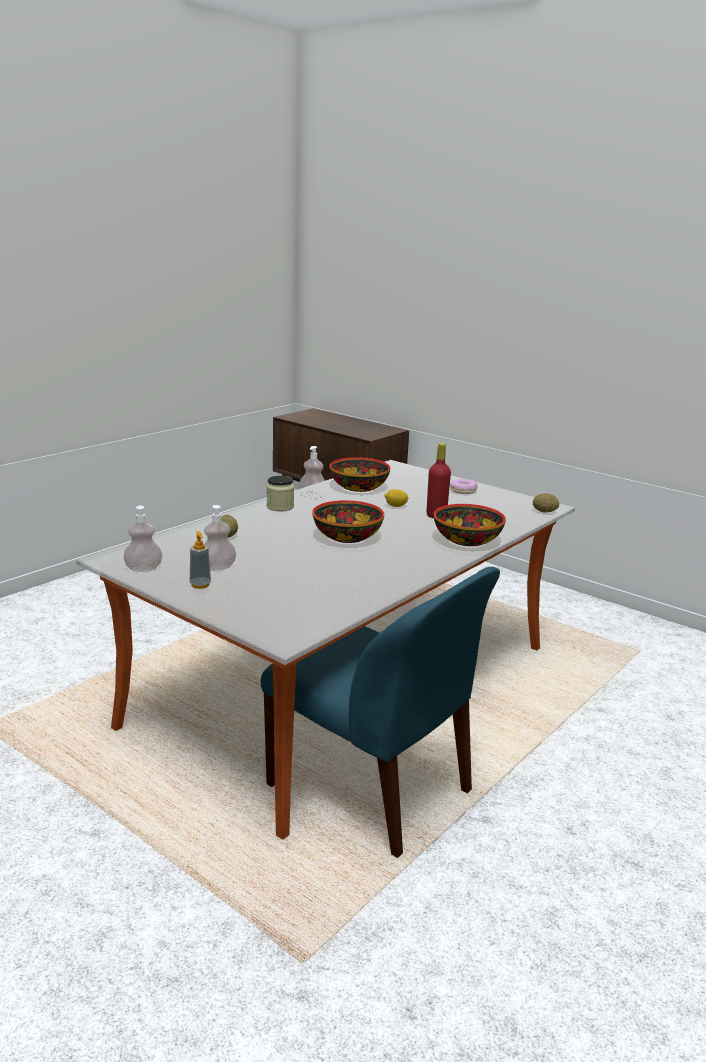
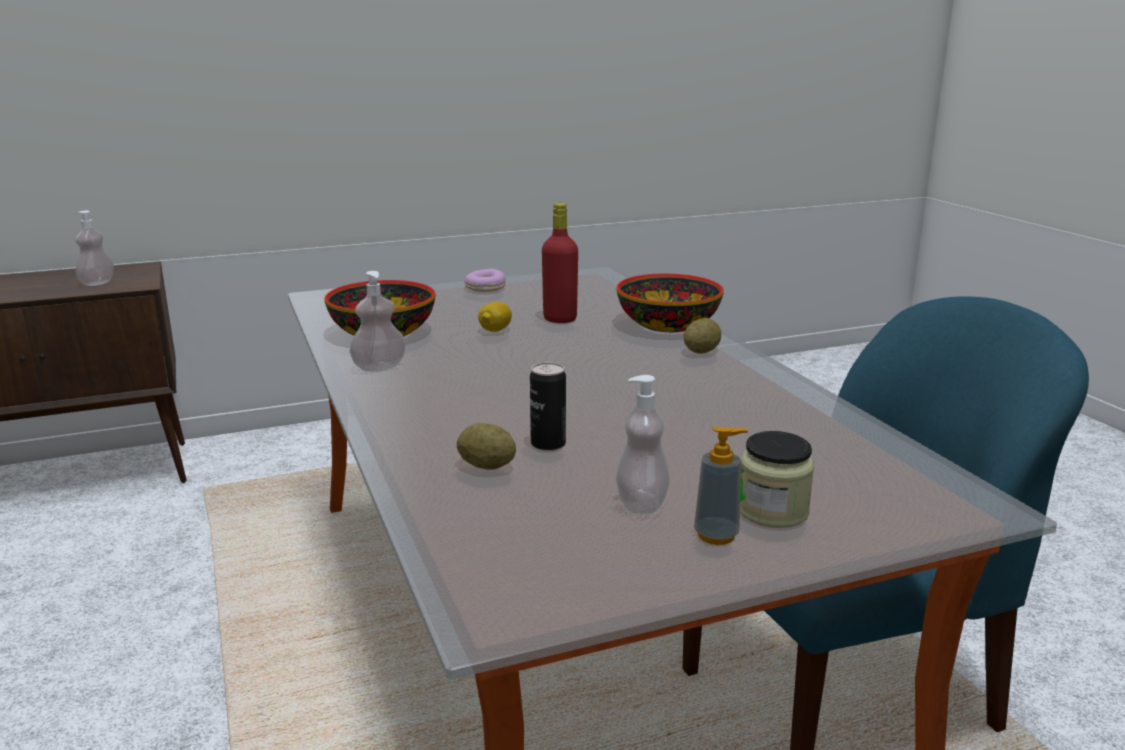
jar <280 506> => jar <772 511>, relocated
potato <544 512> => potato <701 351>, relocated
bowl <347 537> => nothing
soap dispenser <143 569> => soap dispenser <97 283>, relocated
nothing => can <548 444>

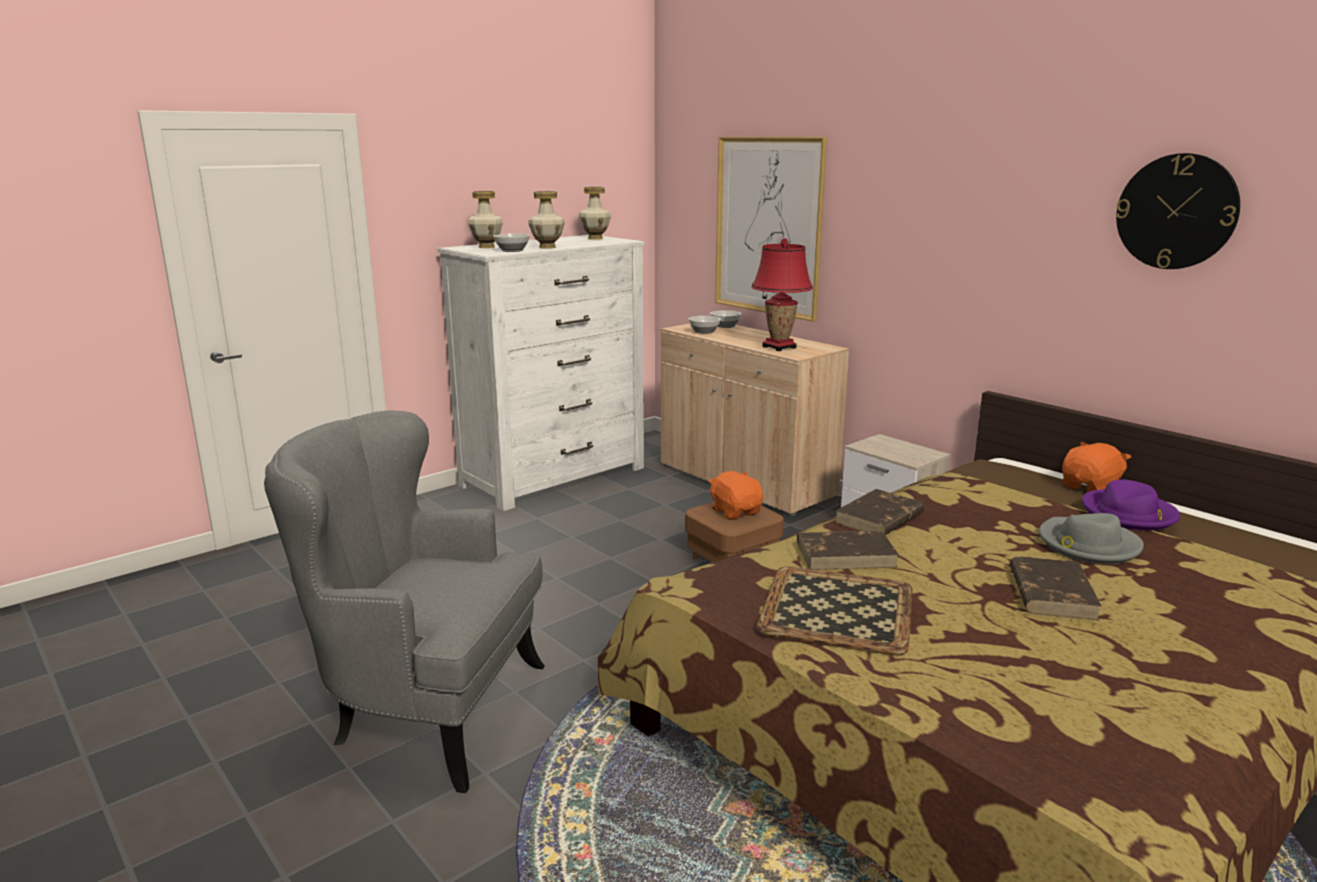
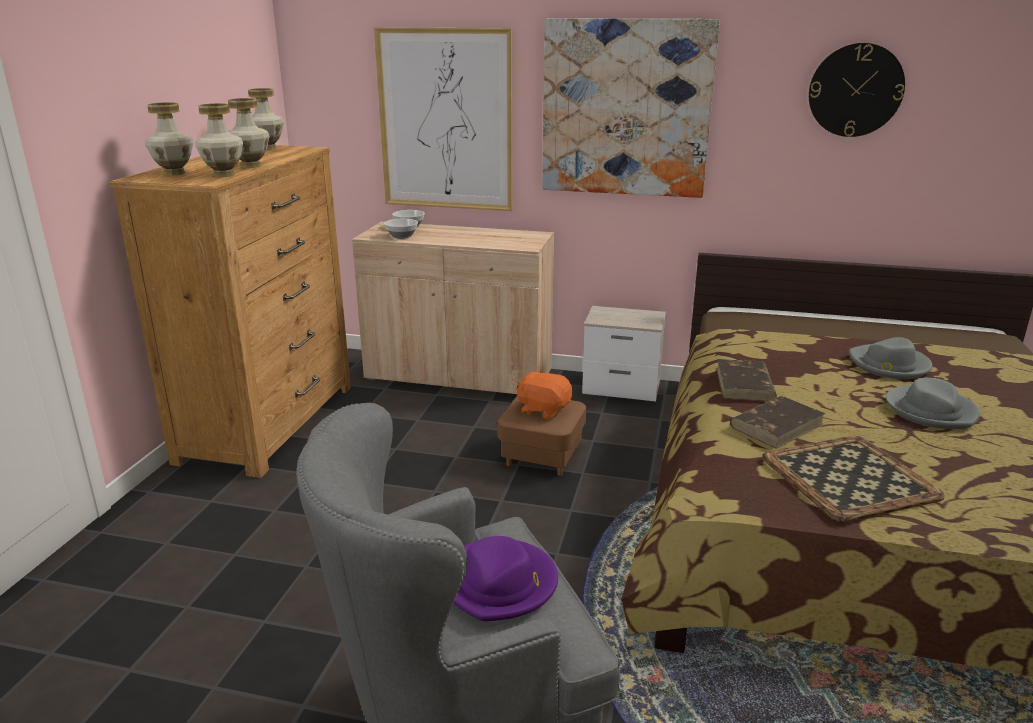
bowl <513 250> => vase <224 175>
dresser/white <554 477> => dresser/brown <269 422>
table lamp/red <779 347> => nothing
plush toy/orange <1091 488> => nothing
hat/purple <1129 514> => hat/purple <500 583>, relocated
book/brown <1051 592> => hat/grey <931 410>
nothing => picture <626 109>

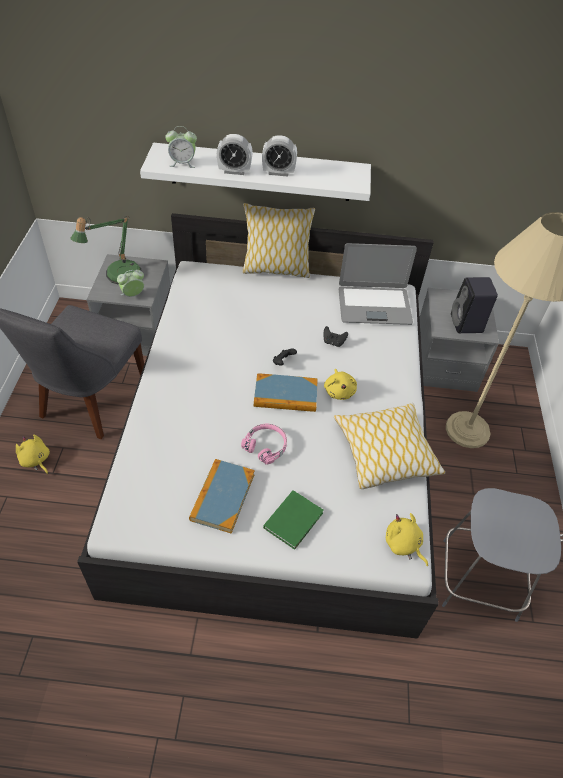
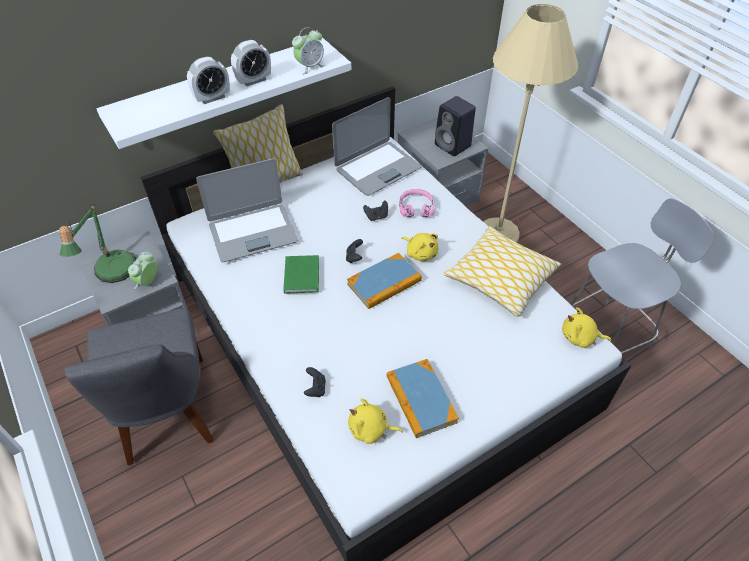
alarm clock <182 163> => alarm clock <310 67>, relocated
headphones/pink <266 446> => headphones/pink <416 207>, relocated
plush toy/yellow <36 460> => plush toy/yellow <371 429>, relocated
book/green <295 520> => book/green <302 274>, relocated
nothing => laptop <253 232>
nothing => game controller/black <315 388>

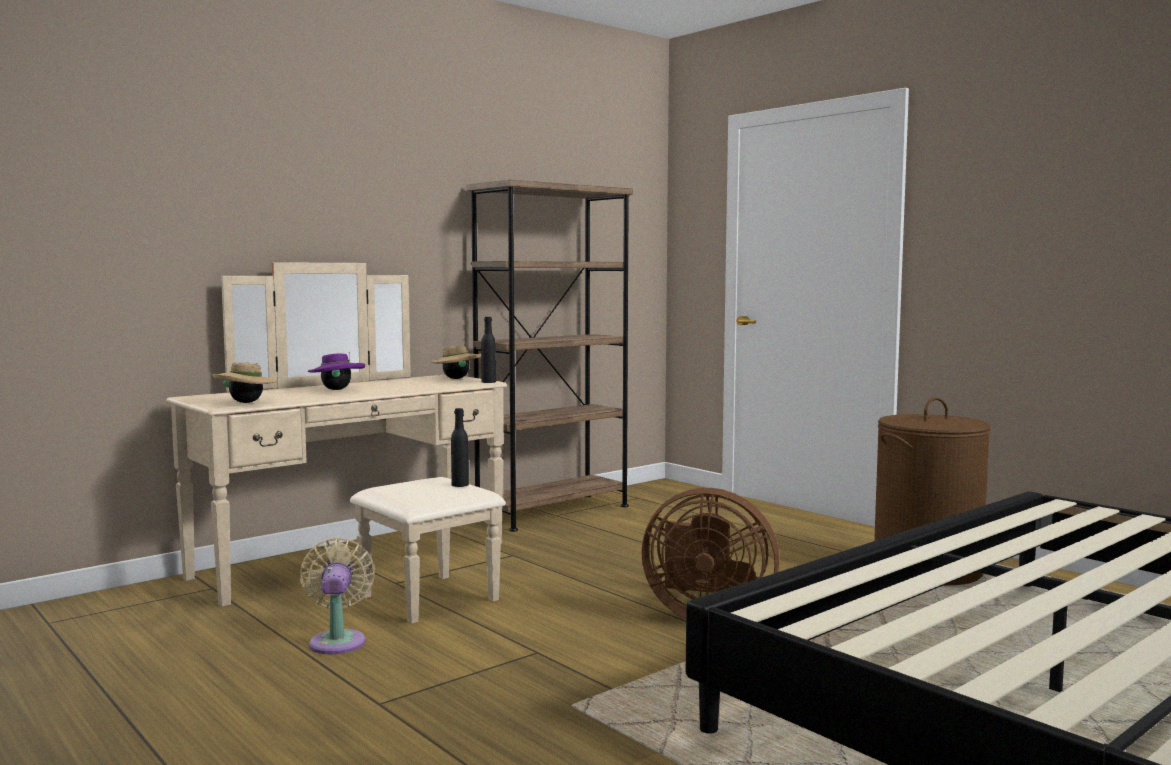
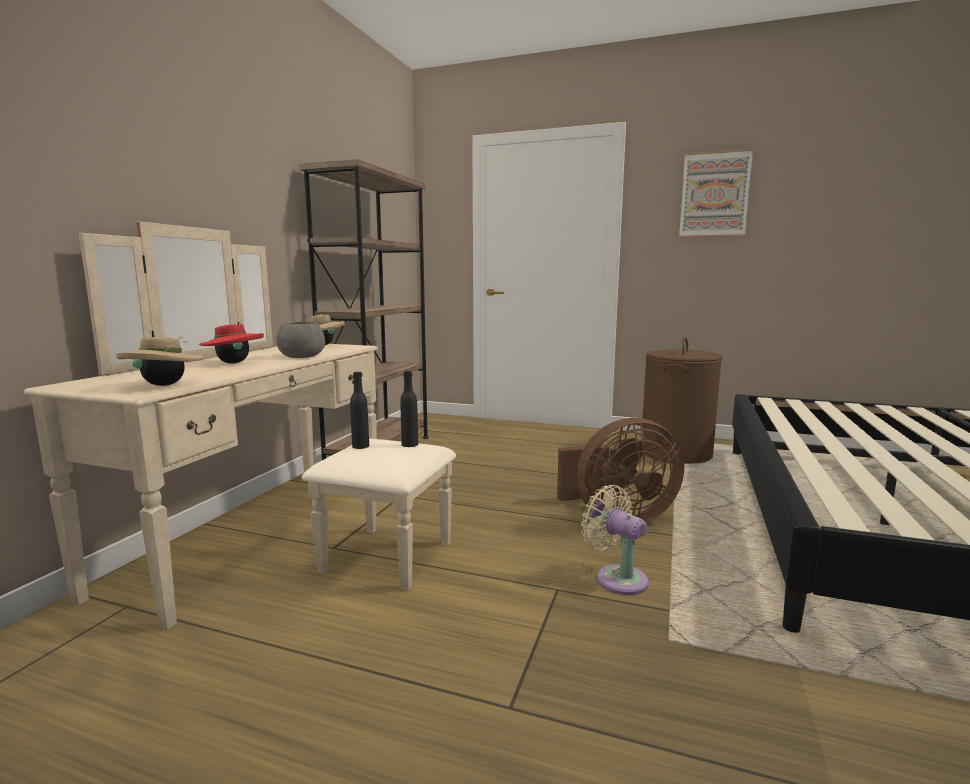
bottle/black <488 382> => bottle/black <360 446>, relocated
hat/purple <337 389> => hat/red <234 363>
fan/beige <338 640> => fan/beige <617 578>, relocated
nothing => picture <714 195>
nothing => bowl/grey <301 356>

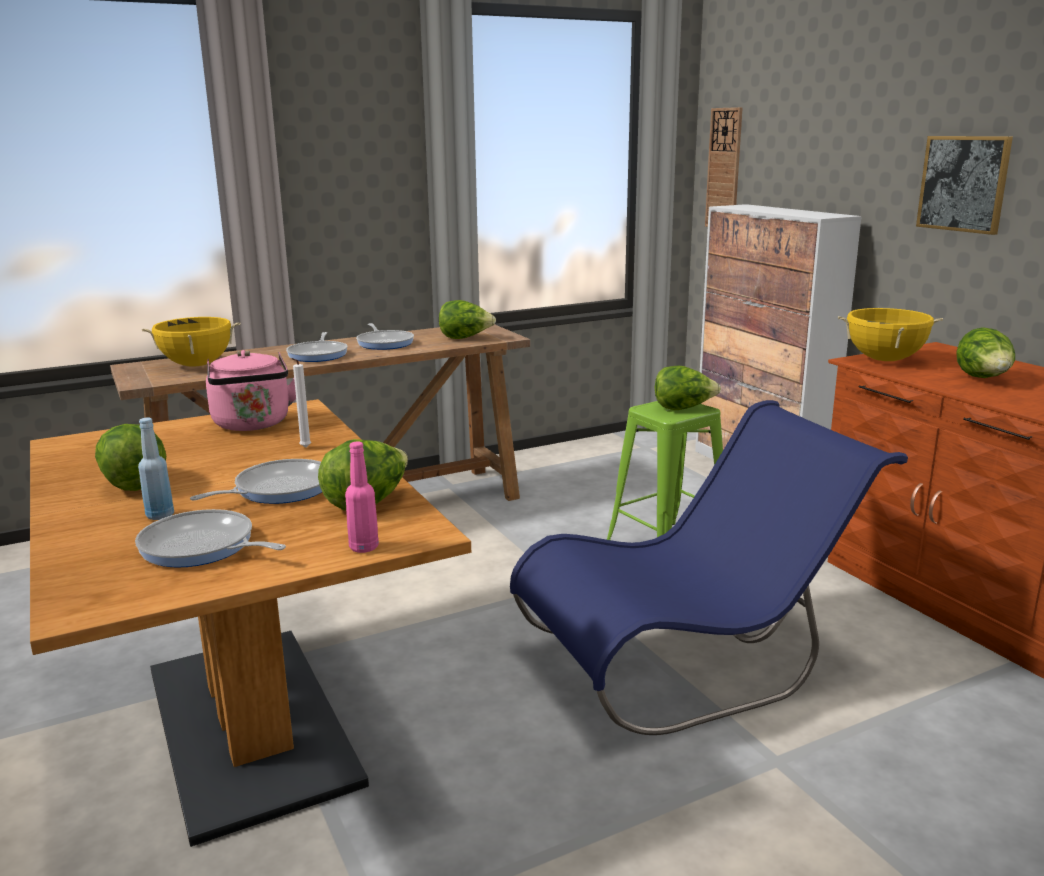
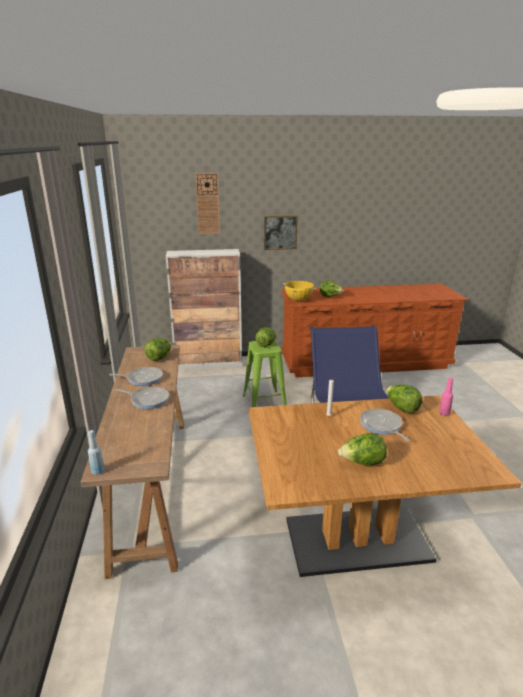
wall clock <724 169> => wall clock <208 204>, relocated
cooking pot/yellow <196 365> => nothing
kettle/pink <253 425> => nothing
bottle/blue <160 516> => bottle/blue <97 471>, relocated
frying pan <202 547> => nothing

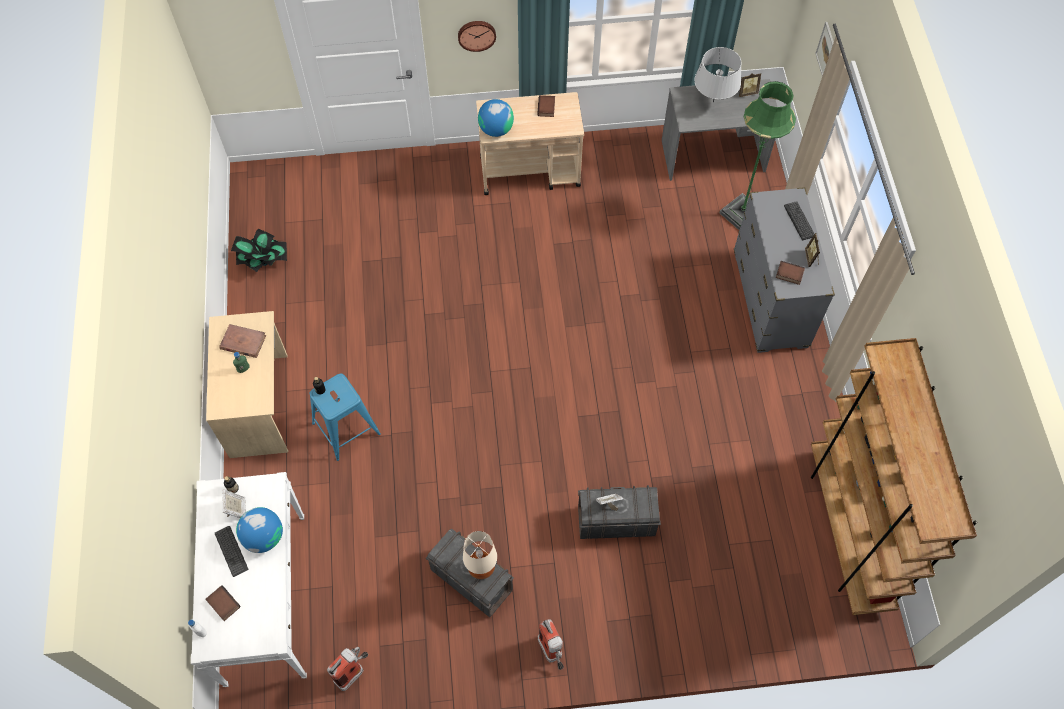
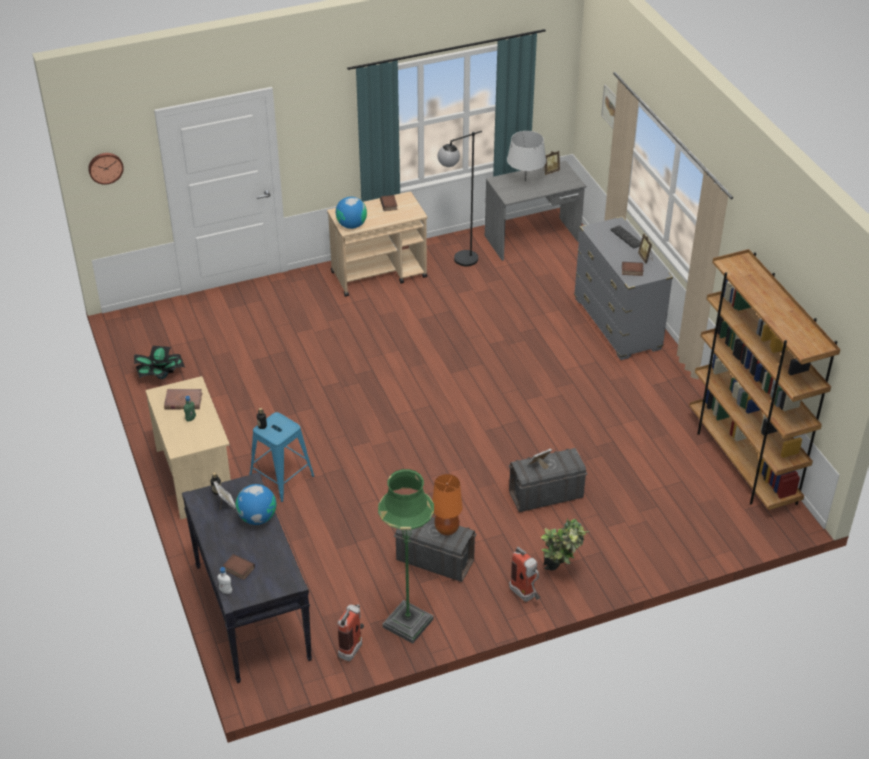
wall clock <476 34> => wall clock <105 167>, relocated
floor lamp/green <742 214> => floor lamp/green <408 623>, relocated
console table/white <265 598> => console table/black <251 611>
keyboard <231 551> => nothing
table lamp/beige <481 568> => table lamp/orange <447 529>
nothing => floor lamp/black <458 262>
nothing => potted plant <560 574>

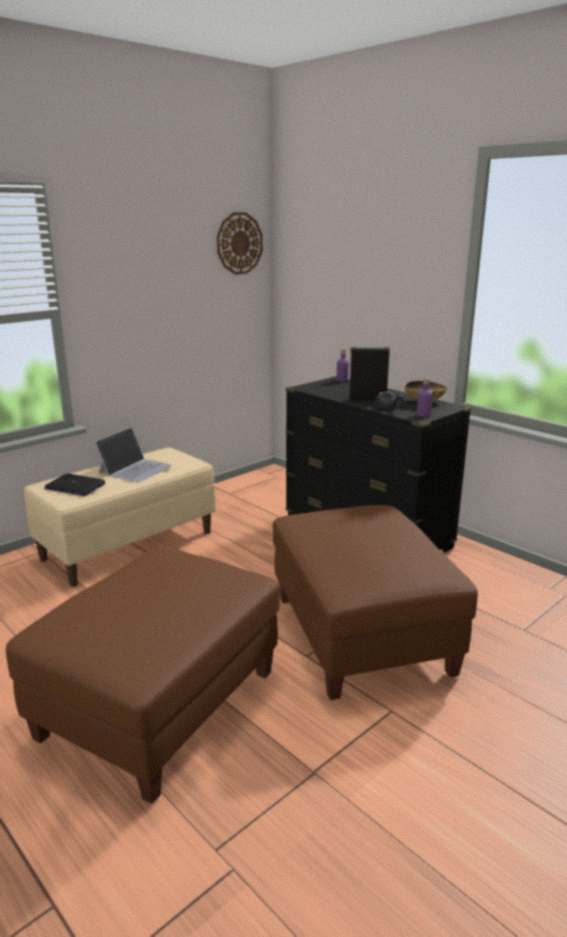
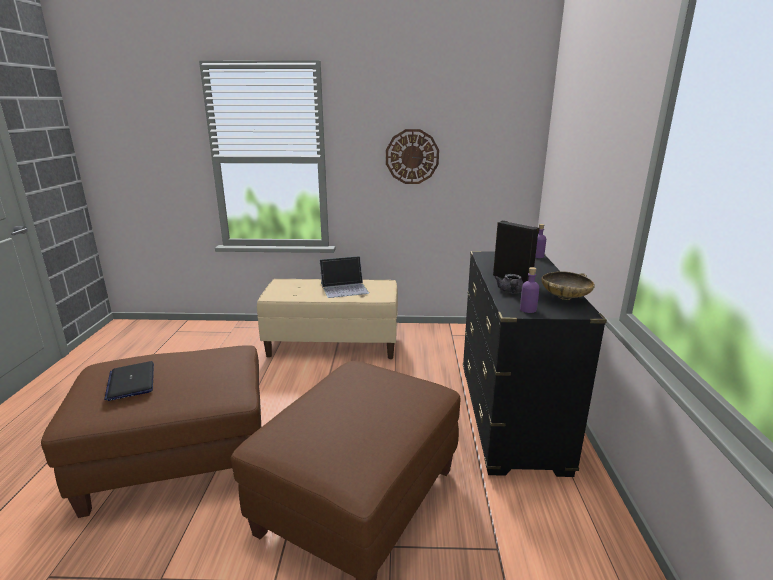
wall clock <239 243> => wall clock <412 157>, relocated
laptop <74 486> => laptop <131 381>, relocated

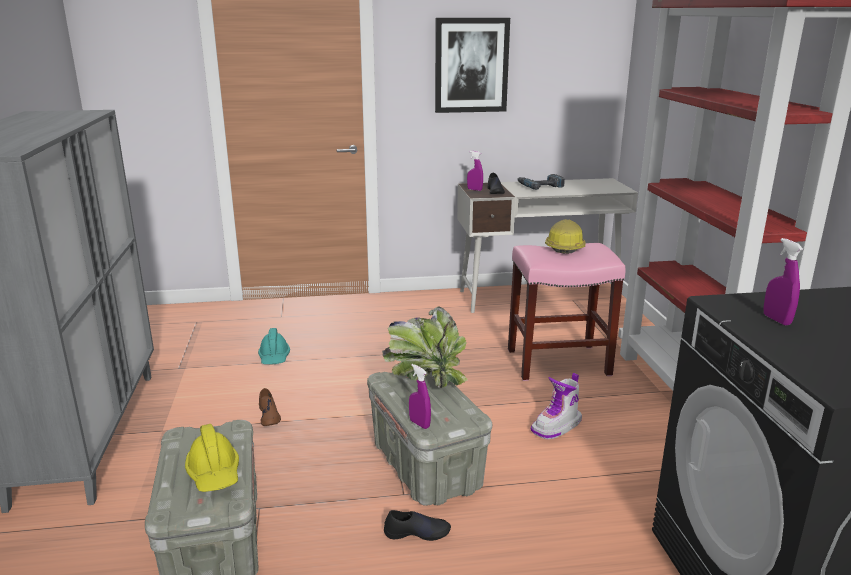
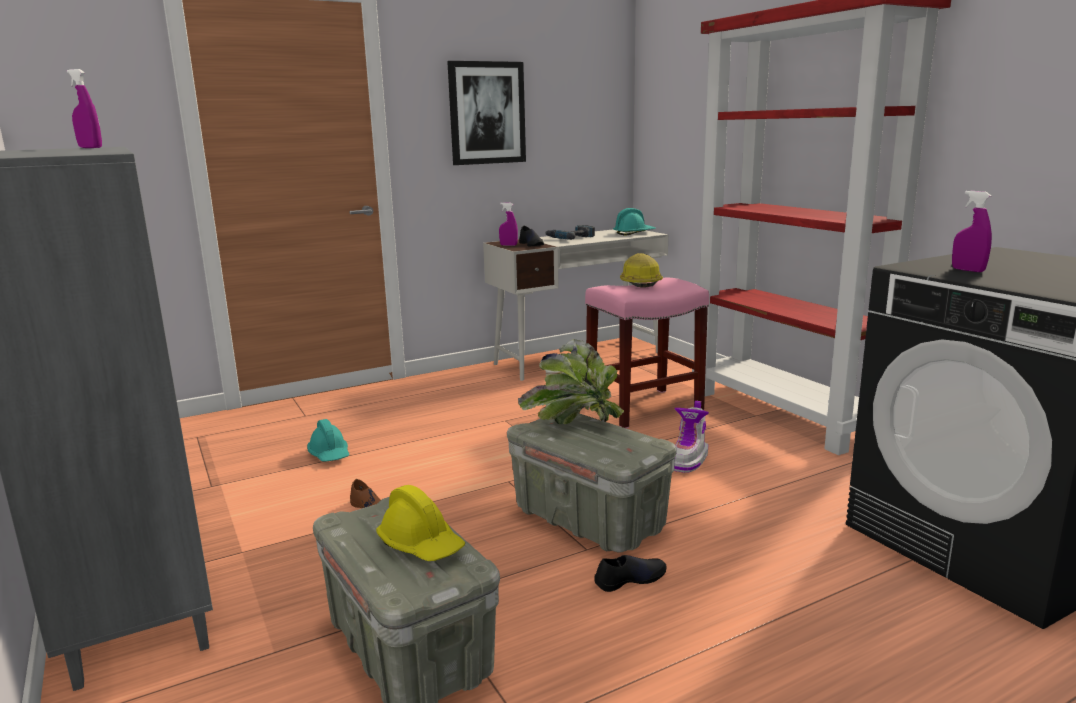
spray bottle/purple <419 424> => spray bottle/purple <90 148>, relocated
nothing => hard hat/turquoise <634 233>

